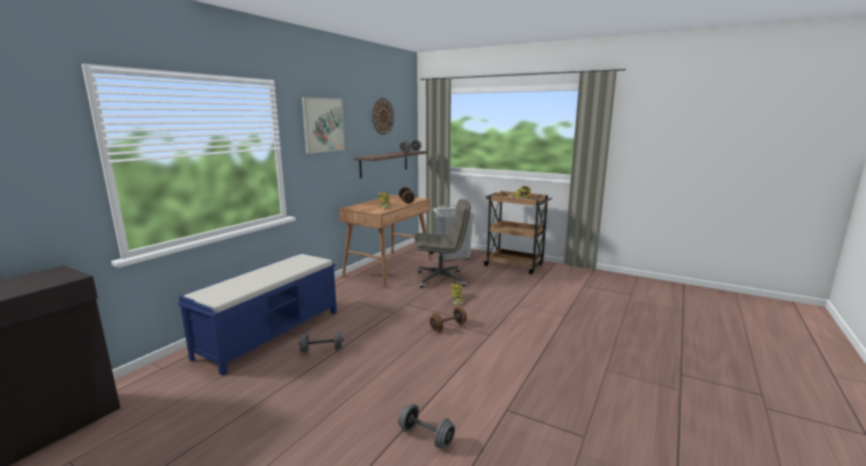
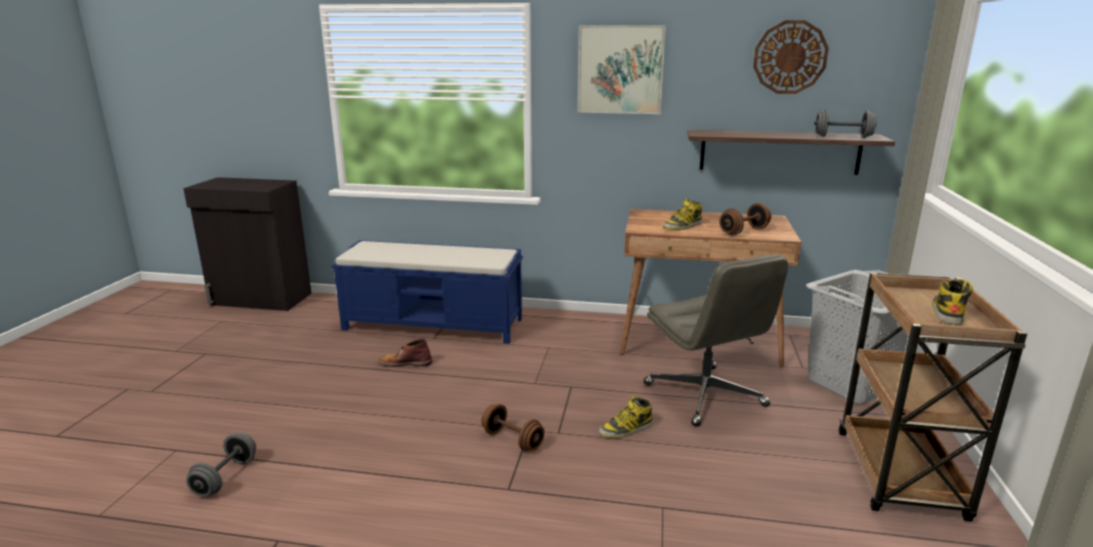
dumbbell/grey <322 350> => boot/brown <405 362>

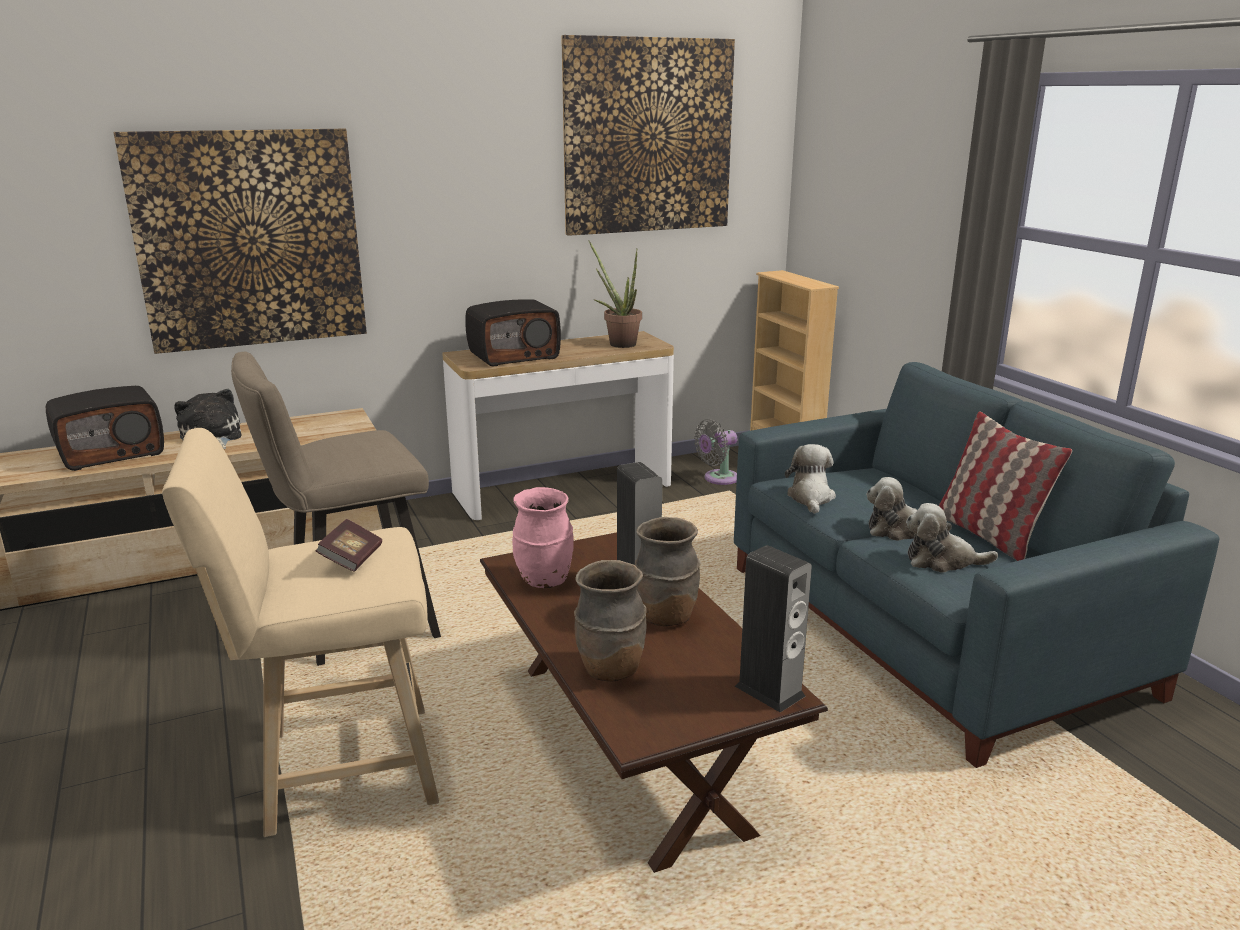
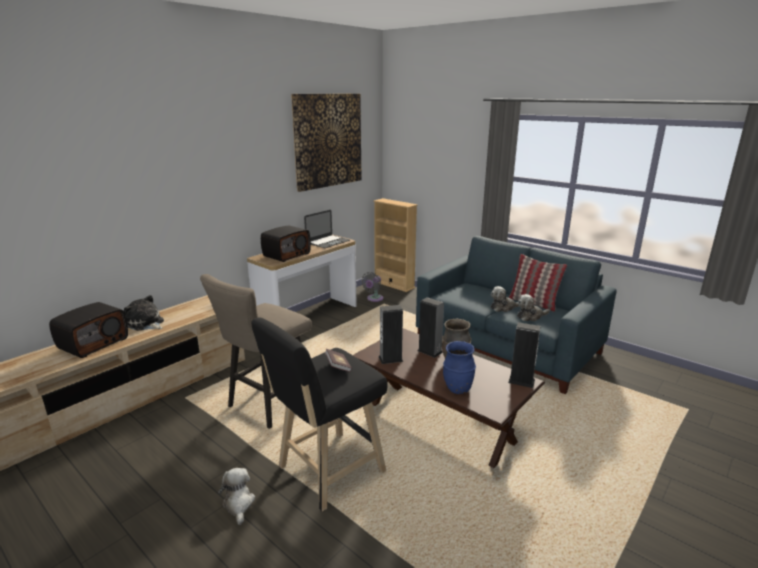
picture <249 240> => nothing
potted plant <618 343> => laptop <328 242>
stool/beige <338 770> => stool/black <326 472>
plush toy <810 498> => plush toy <238 504>, relocated
vase/pink <544 580> => speaker <390 359>
vase/brown <610 670> => vase/blue <457 389>

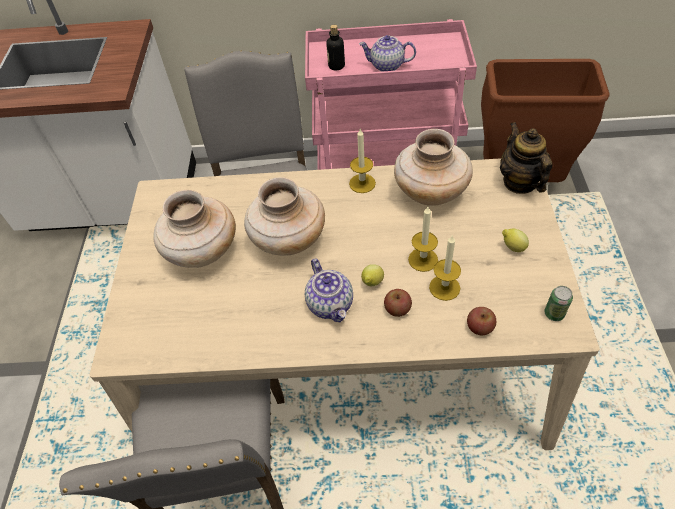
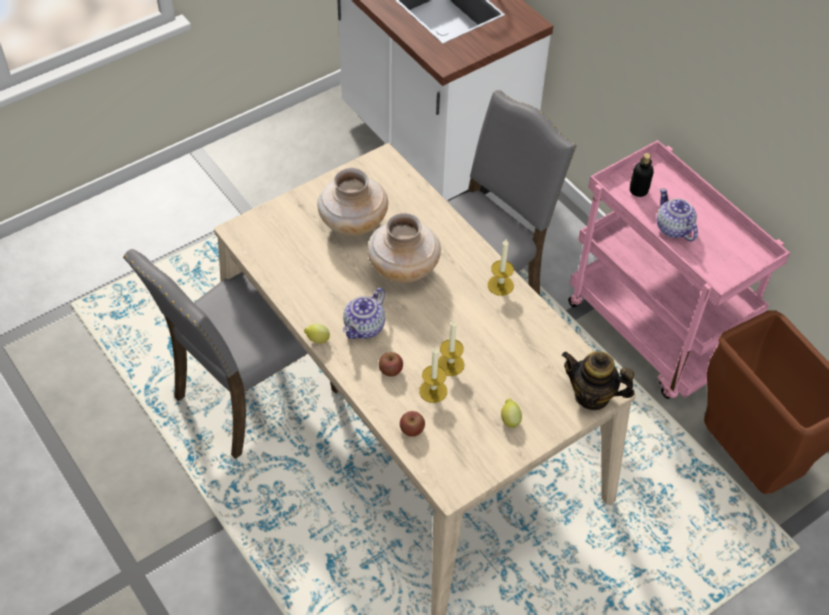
teapot <520 182> => teapot <592 396>, 105 degrees counterclockwise
vase/beige <430 192> => nothing
lemon <372 283> => lemon <317 340>, relocated
can <554 314> => nothing

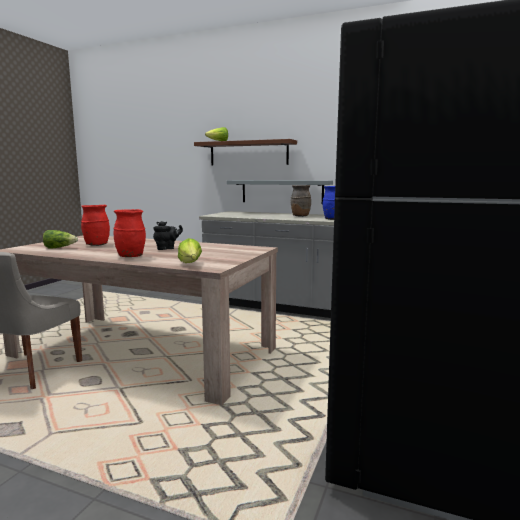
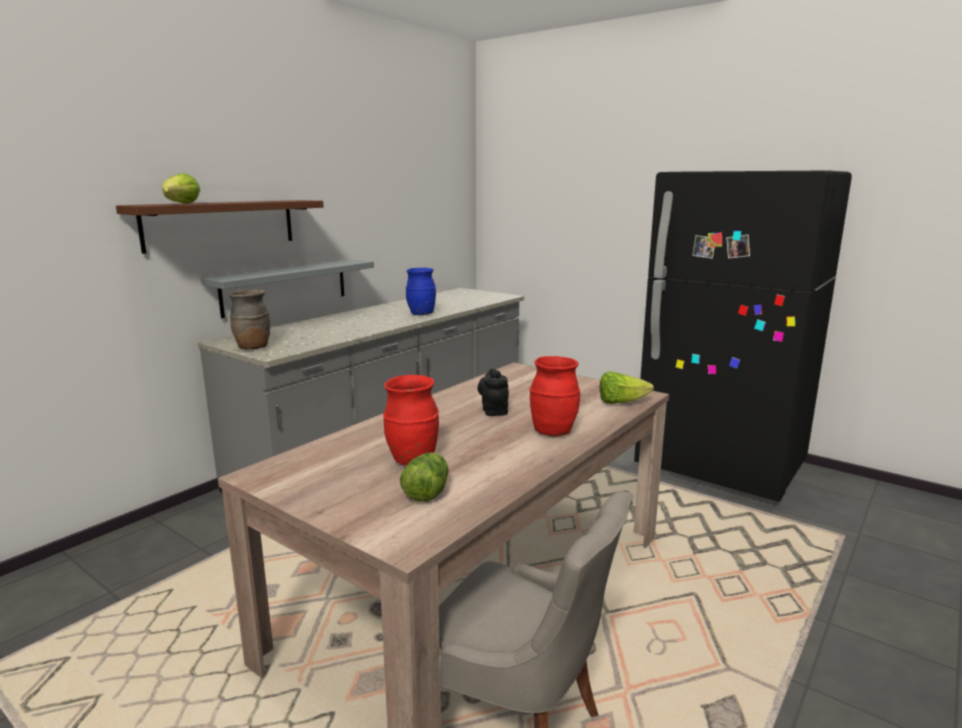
vase/brown <300 216> => vase/brown <252 348>, relocated

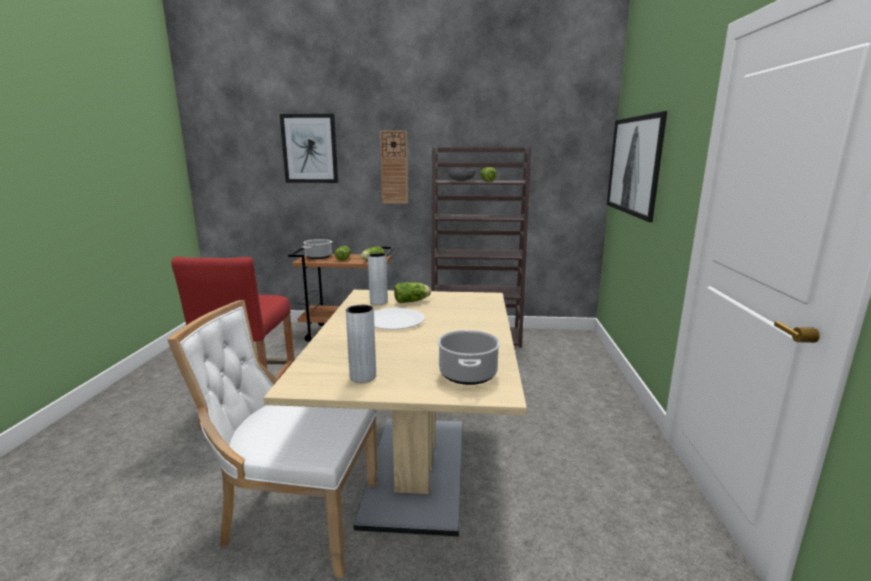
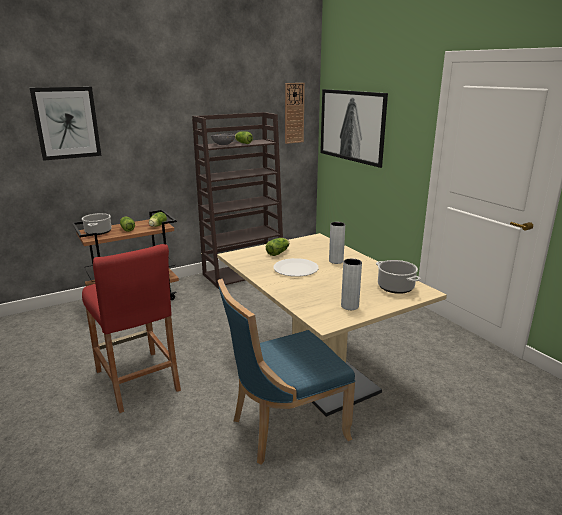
wall clock <394 167> => wall clock <294 113>, relocated
vase/grey <378 302> => vase/grey <336 261>, relocated
chair/white <296 518> => chair/blue <284 427>

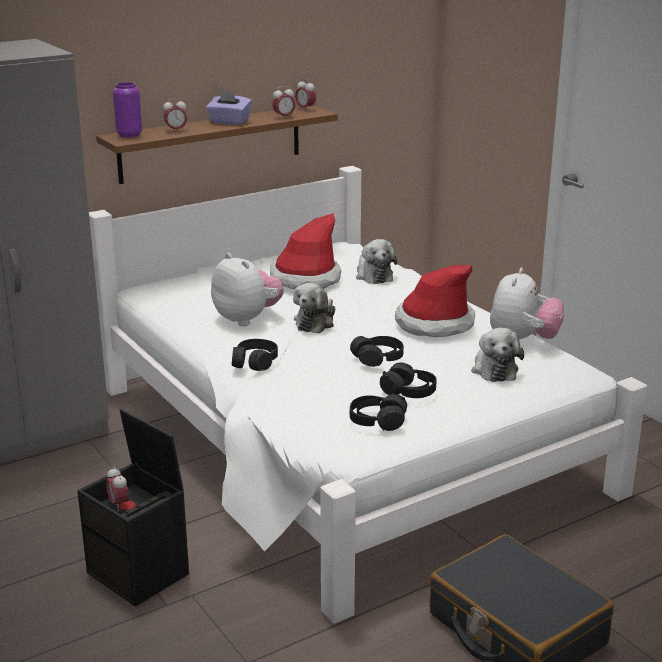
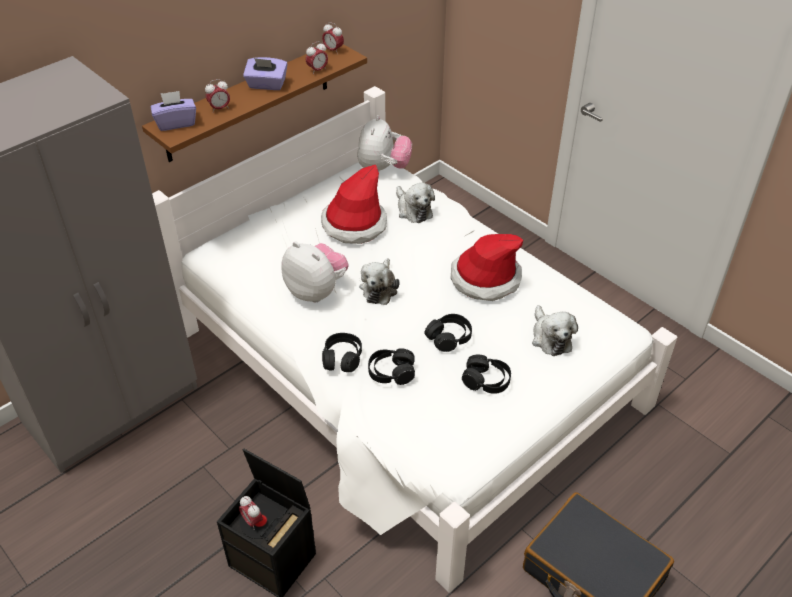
vase/purple <129 135> => tissue box/purple <176 123>
plush toy <522 341> => plush toy <383 169>, relocated
headphones/black <377 421> => headphones/black <391 372>, relocated

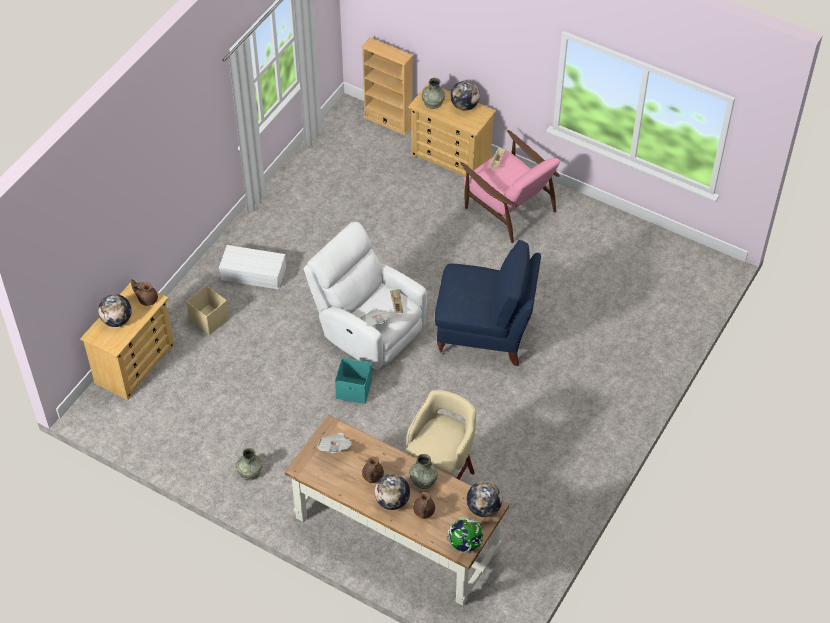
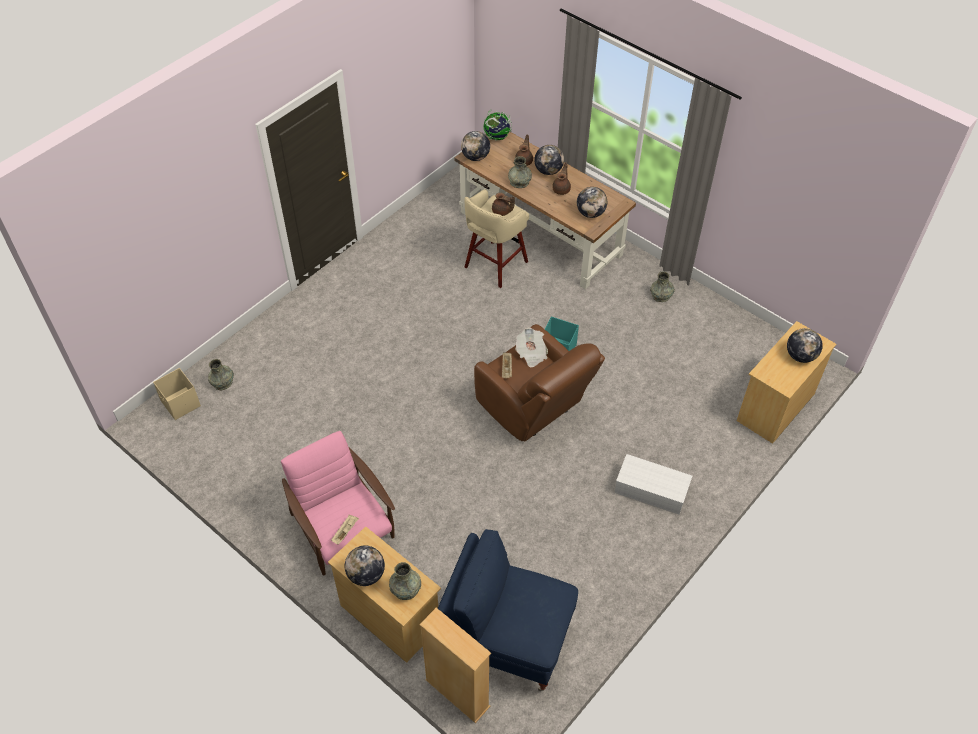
armchair/white <368 328> => armchair/brown <534 408>
armchair/blue <485 334> => armchair/blue <508 639>, relocated
teapot/brown <147 299> => teapot/brown <502 212>, relocated
storage box/beige <209 319> => storage box/beige <180 404>, relocated
newspaper <335 448> => globe <590 213>
nothing => vase/grey <222 382>

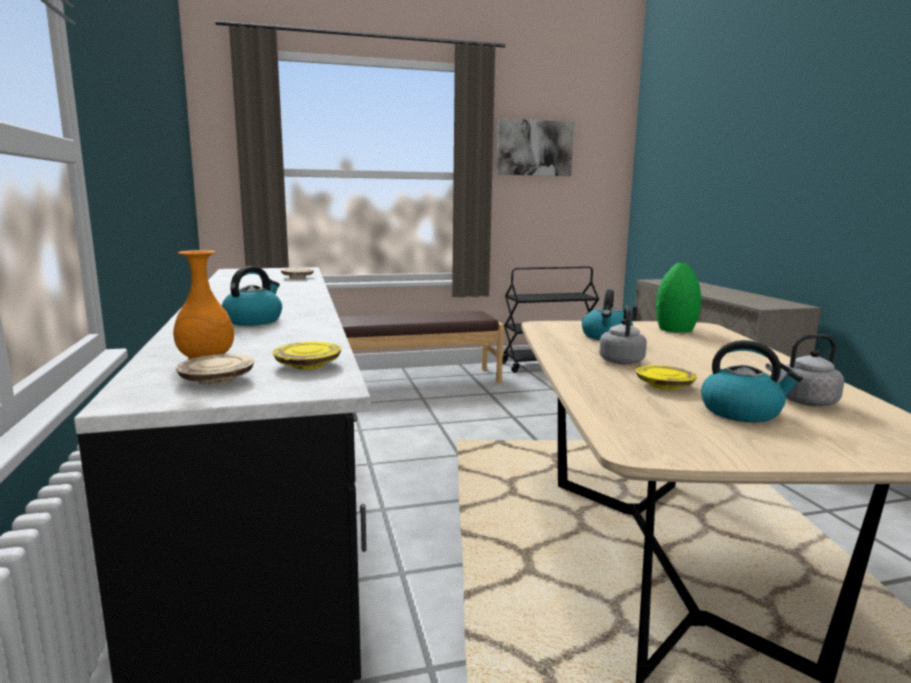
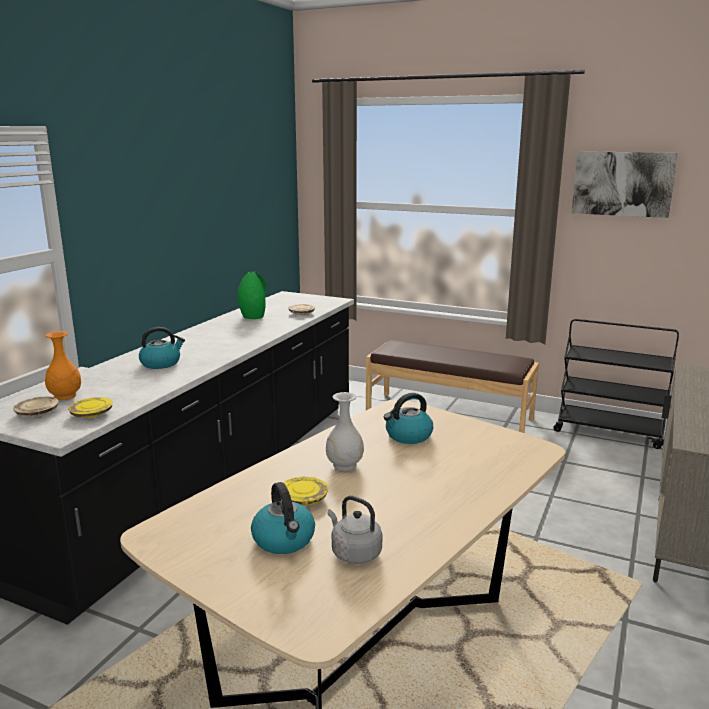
vase/green <674 329> => vase/green <253 316>, relocated
kettle/grey <621 361> => vase/white <345 465>

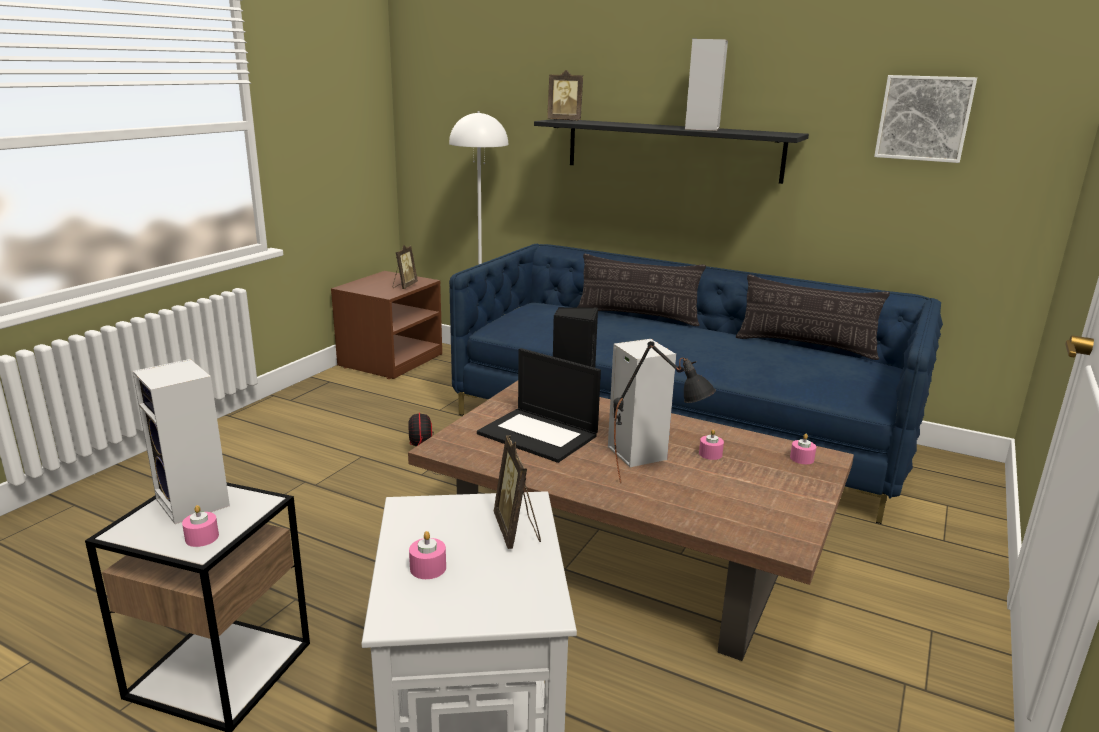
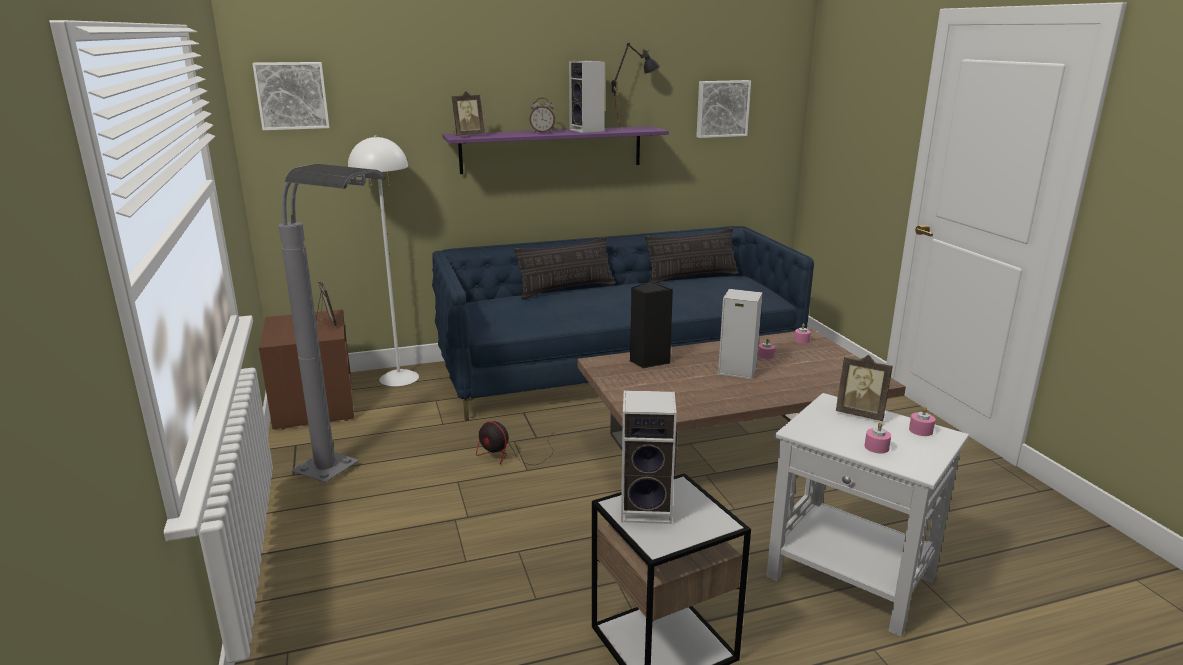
shelf/black <672 149> => shelf/purple <552 149>
table lamp/black <656 484> => table lamp/black <634 128>, relocated
laptop <539 435> => nothing
candle/pink <202 537> => candle/pink <920 430>, relocated
nothing => picture <292 95>
nothing => alarm clock <542 132>
nothing => floor lamp/grey <352 478>

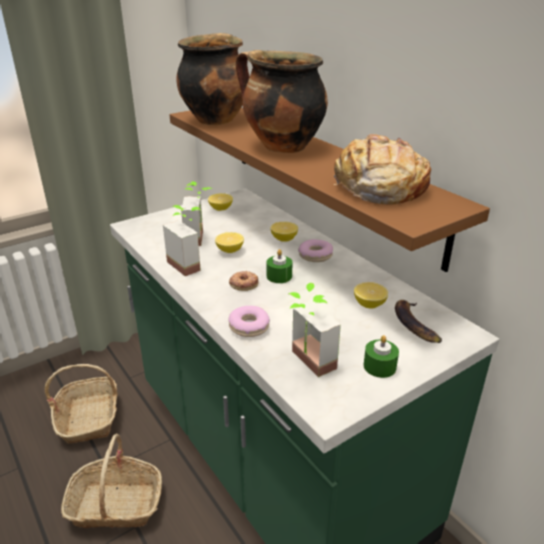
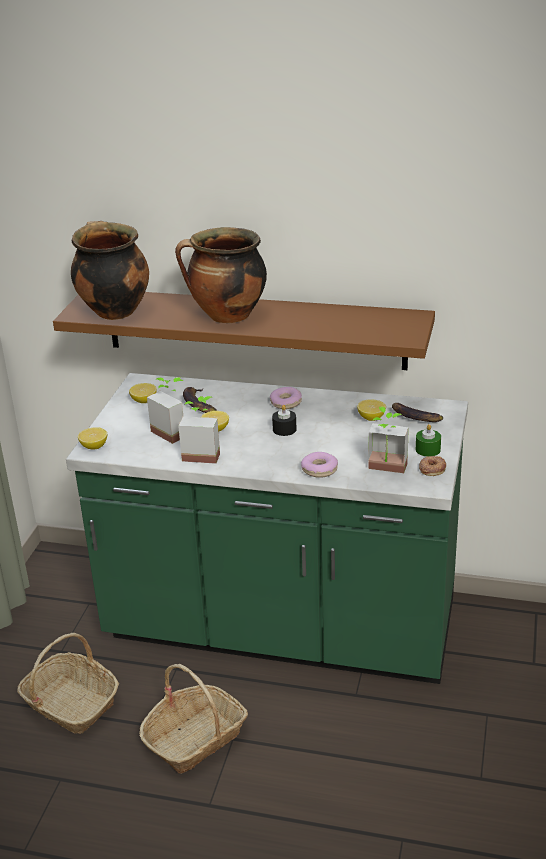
bread <378 187> => nothing
lemon <284 239> => lemon <94 446>, relocated
candle/green <279 276> => candle/black <284 429>
donut <244 283> => donut <432 468>, relocated
nothing => banana <198 404>

